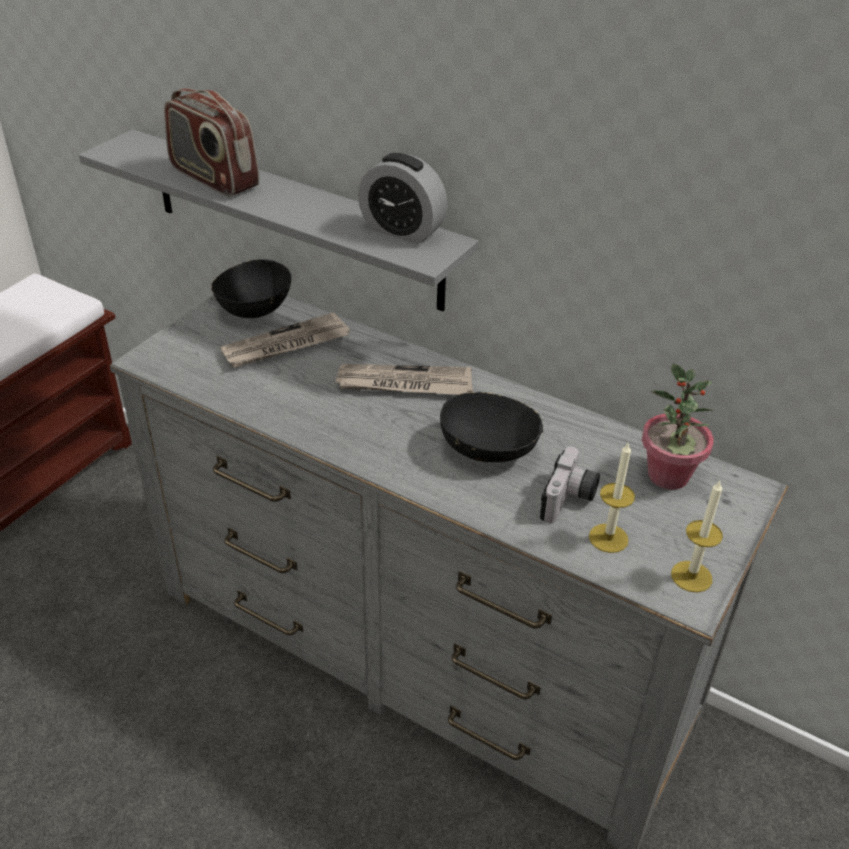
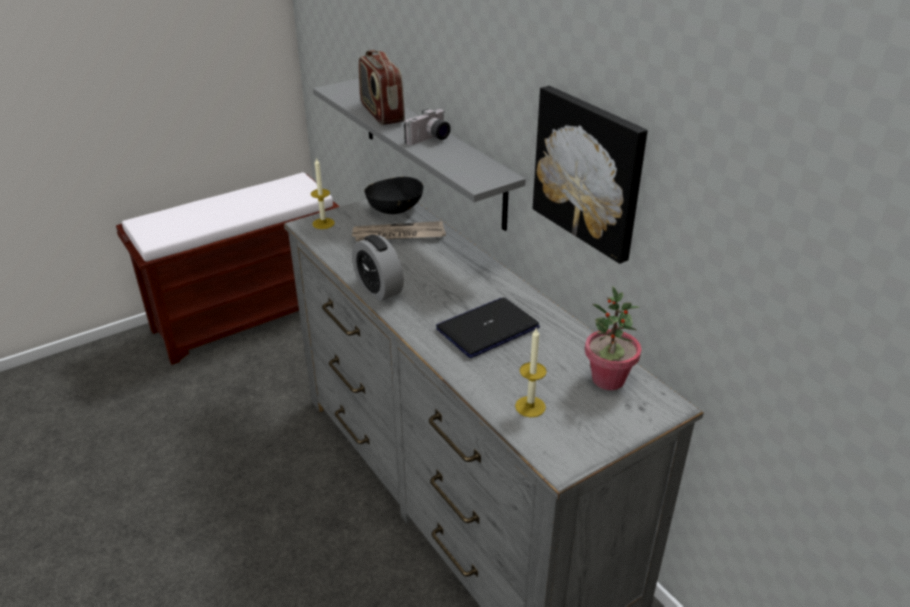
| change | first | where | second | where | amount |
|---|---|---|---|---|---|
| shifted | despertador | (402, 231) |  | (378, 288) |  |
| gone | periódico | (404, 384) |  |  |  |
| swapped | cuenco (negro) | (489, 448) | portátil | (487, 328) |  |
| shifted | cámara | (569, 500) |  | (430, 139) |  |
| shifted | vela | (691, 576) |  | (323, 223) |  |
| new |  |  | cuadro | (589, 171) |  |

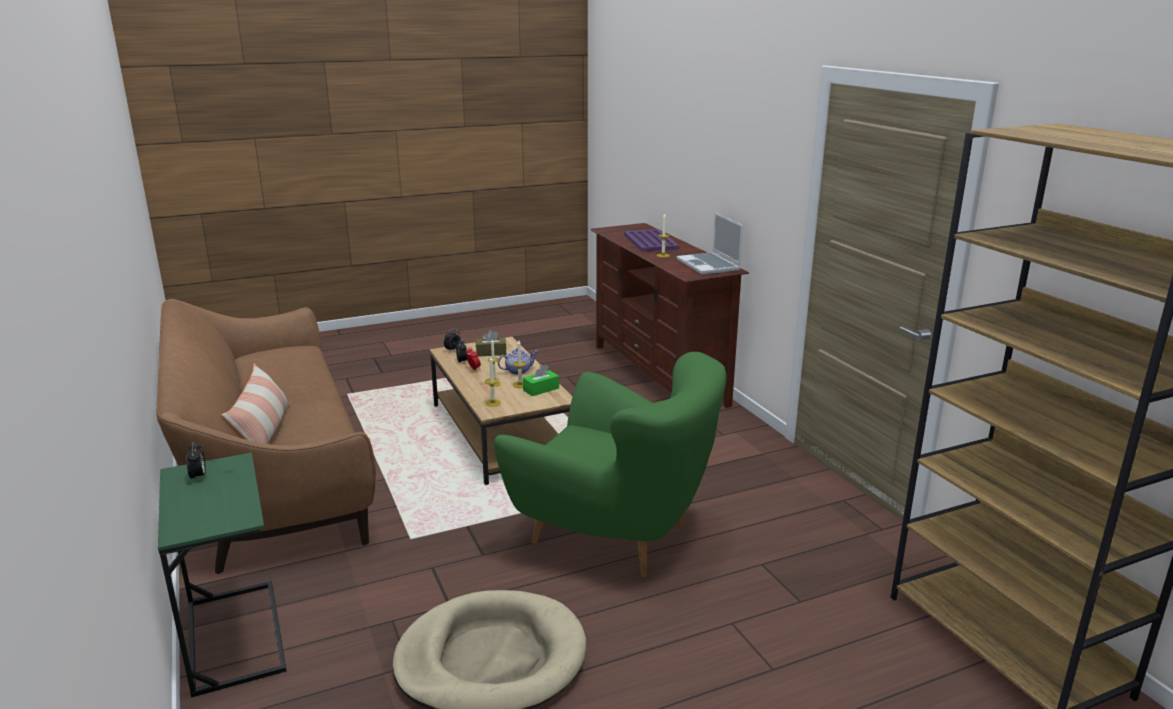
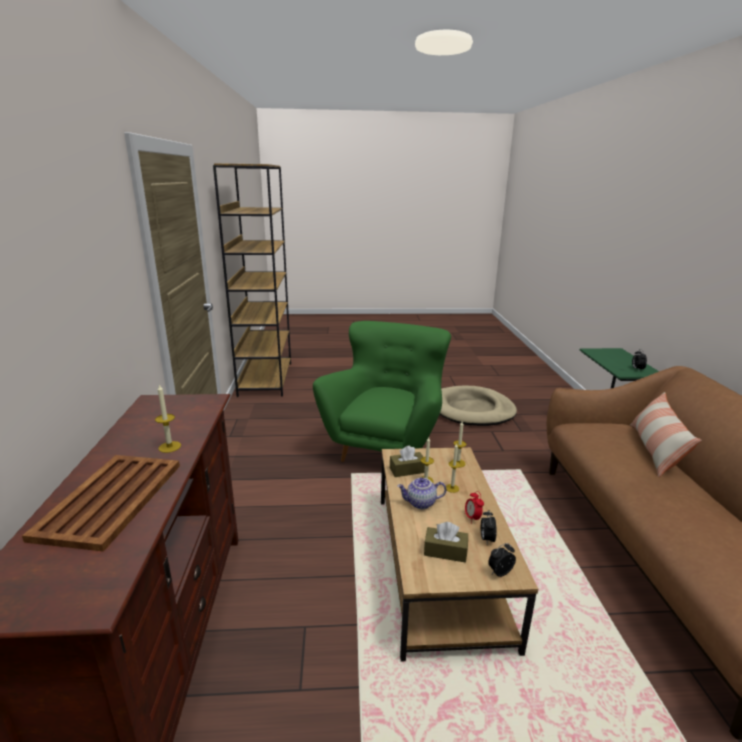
| change | first | where | second | where | amount |
|---|---|---|---|---|---|
| gone | portátil | (709, 265) |  |  |  |
| repainted | bandeja (morado) | (650, 241) | bandeja (marrón) | (109, 500) |  |
| rotated | sillón (verde) | (614, 534) |  | (386, 446) | 60 degrees clockwise |
| repainted | caja de pañuelos (verde) | (541, 389) | caja de pañuelos (marrón) | (407, 470) |  |

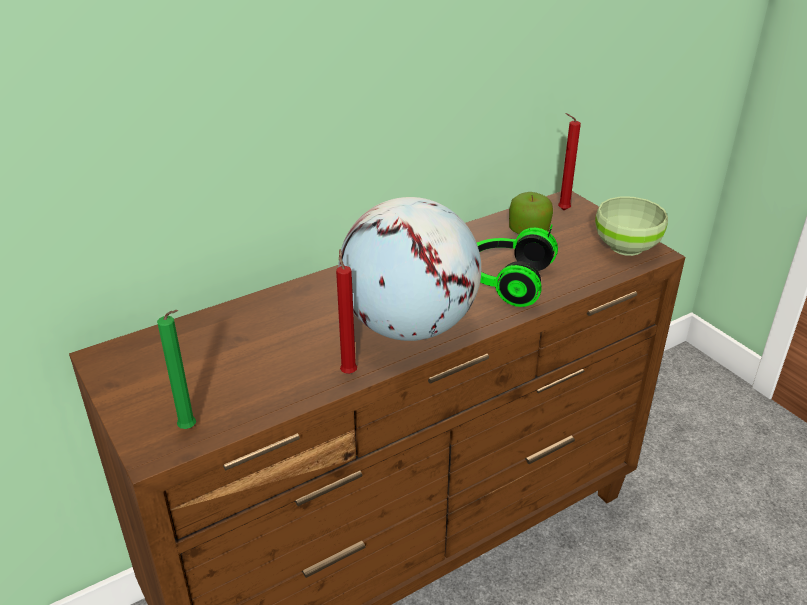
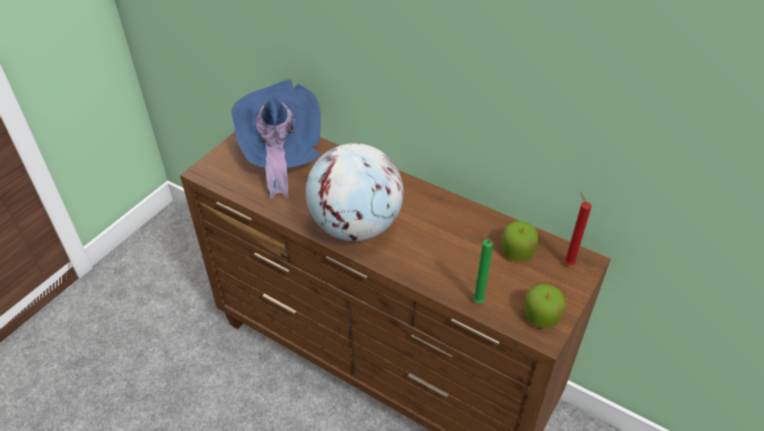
| change | first | where | second | where | amount |
|---|---|---|---|---|---|
| swapped | cuenco (verde) | (627, 246) | manzana | (541, 316) |  |
| gone | auriculares | (505, 281) |  |  |  |
| gone | vela (rojo) | (348, 371) |  |  |  |
| shifted | vela (verde) | (190, 429) |  | (478, 303) |  |
| new |  |  | sombrero (azul) | (280, 157) |  |

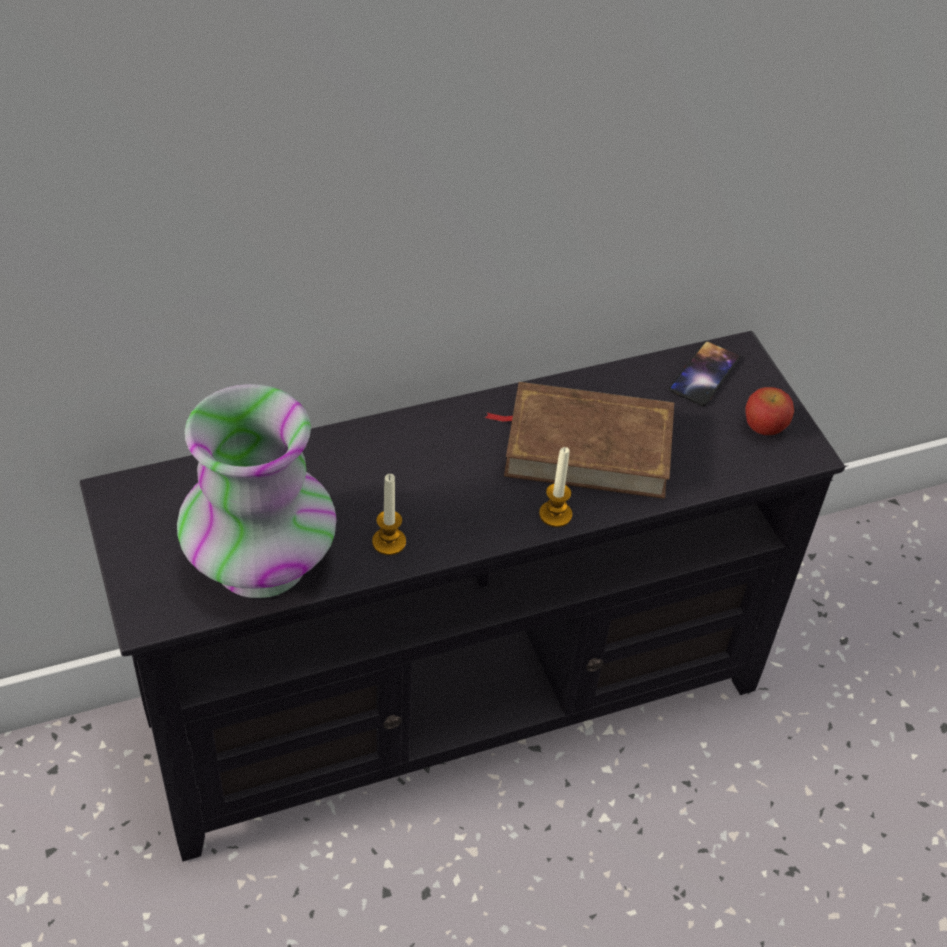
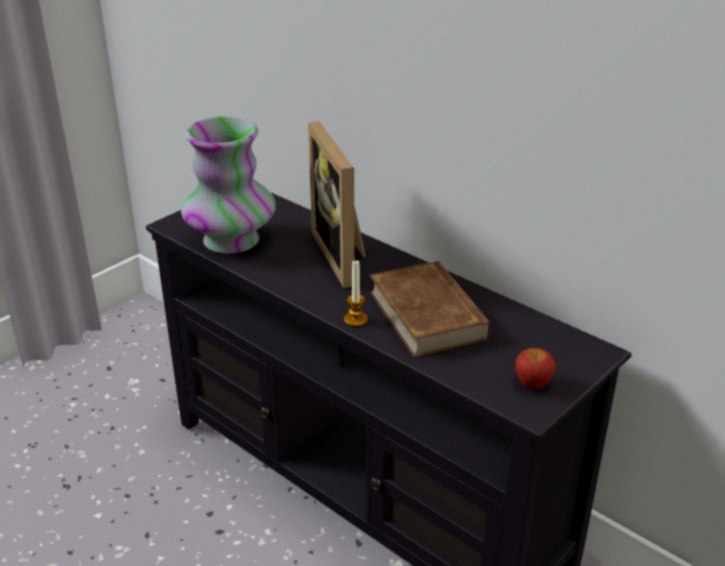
| change | first | where | second | where | amount |
|---|---|---|---|---|---|
| gone | móvil | (704, 374) |  |  |  |
| gone | vela | (389, 542) |  |  |  |
| new |  |  | portarretratos | (345, 256) |  |

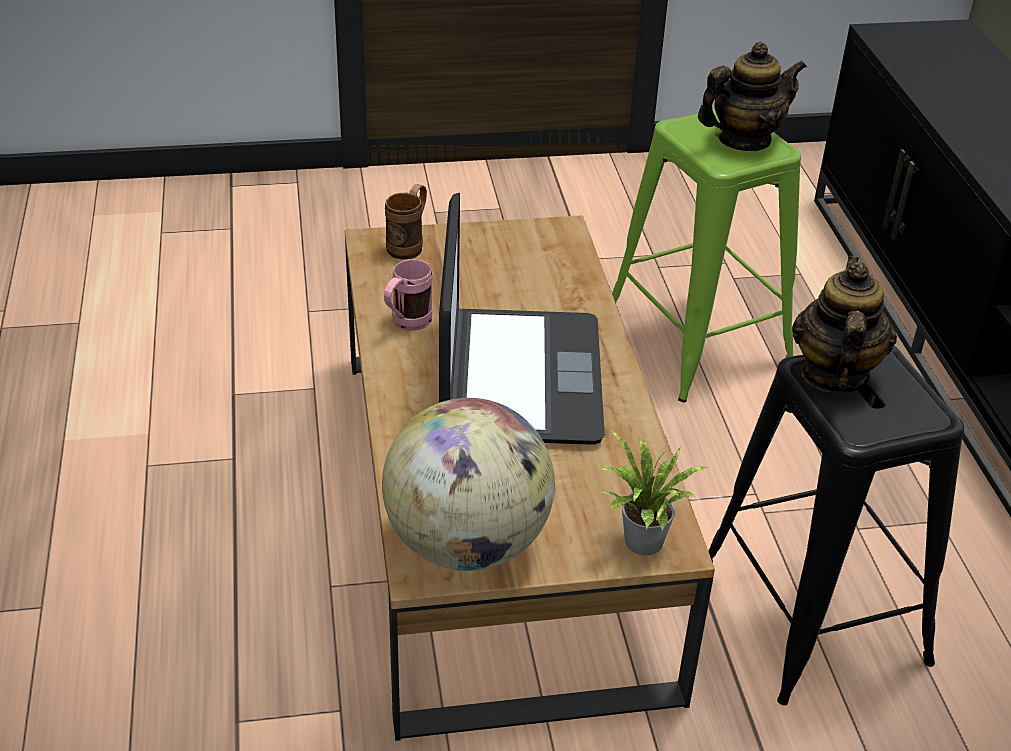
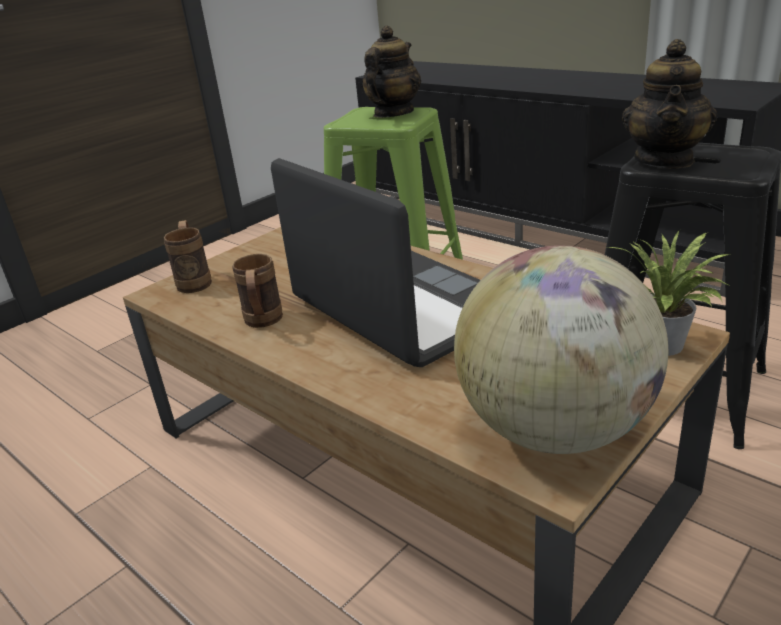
| change | first | where | second | where | amount |
|---|---|---|---|---|---|
| rotated | tetera | (833, 374) |  | (665, 160) | 135 degrees counterclockwise |
| repainted | taza grande (rosa) | (406, 324) | taza grande (marrón) | (262, 323) |  |

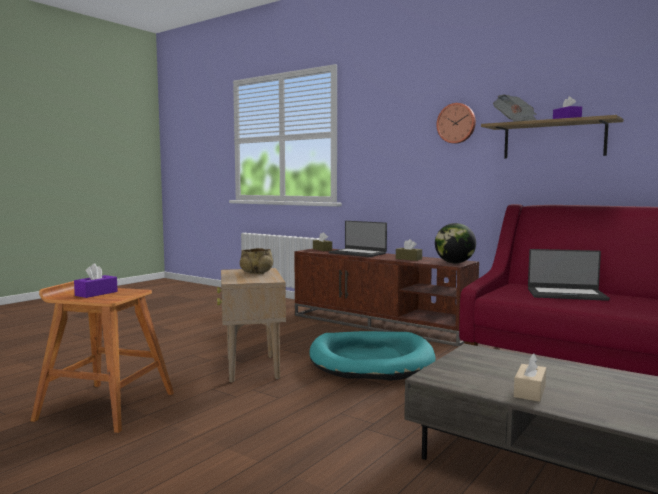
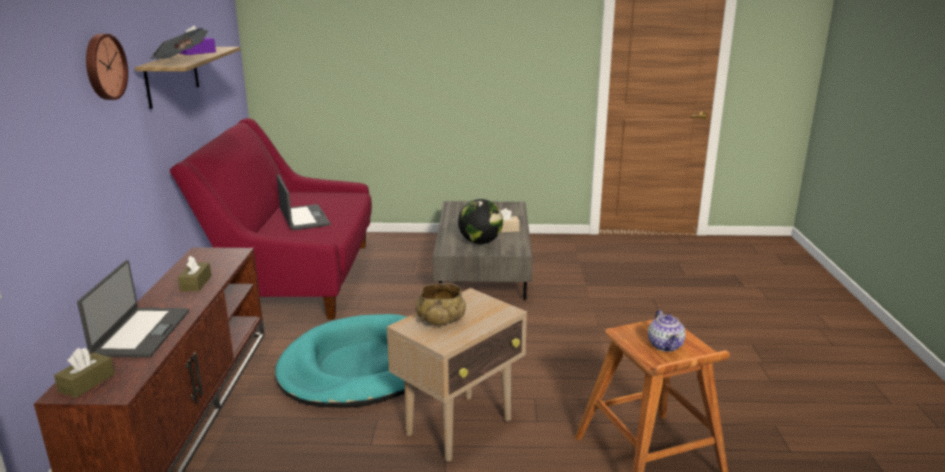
| change | first | where | second | where | amount |
|---|---|---|---|---|---|
| shifted | globo terráqueo | (454, 263) |  | (480, 242) |  |
| swapped | caja de pañuelos (morado) | (96, 293) | tetera | (665, 345) |  |

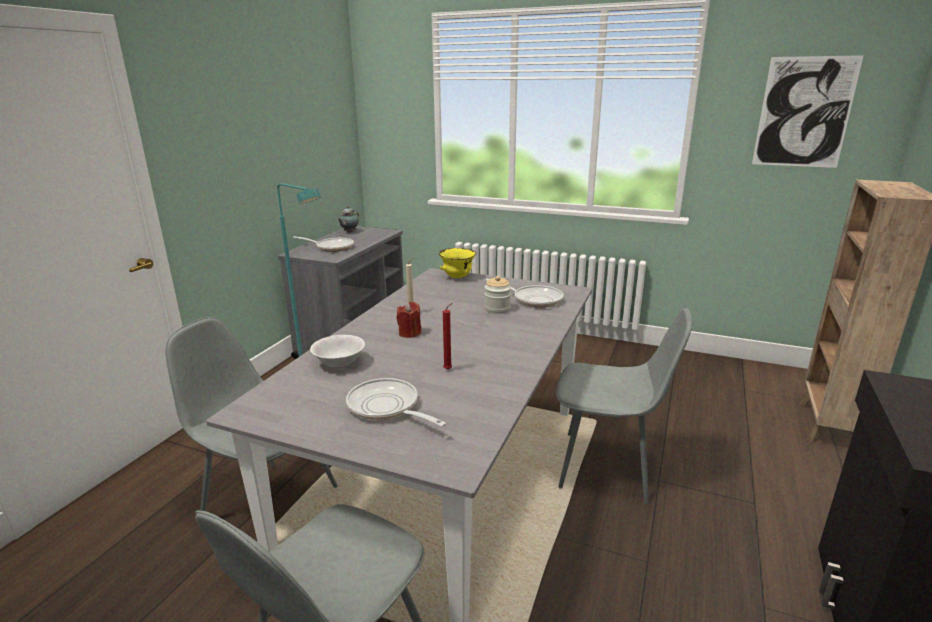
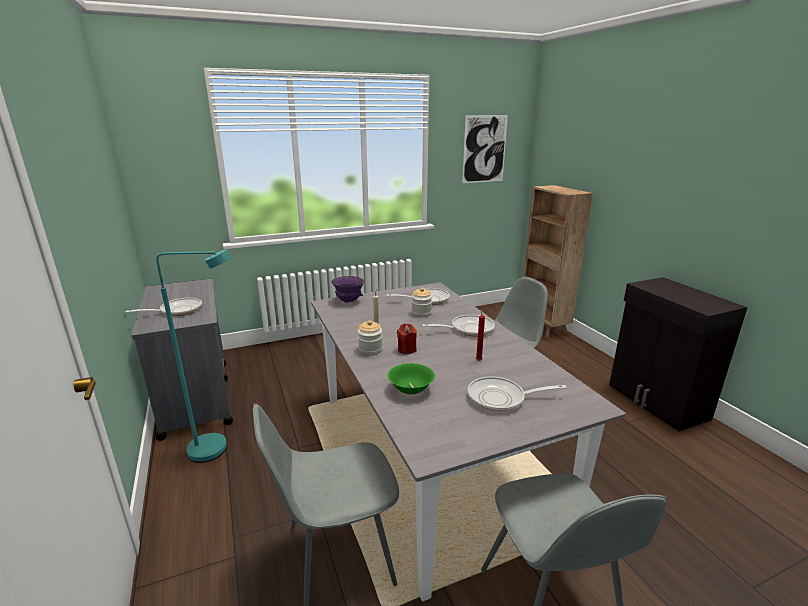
| change | first | where | second | where | amount |
|---|---|---|---|---|---|
| gone | tetera | (349, 232) |  |  |  |
| repainted | cuenco (amarillo) | (457, 277) | cuenco (morado) | (348, 301) |  |
| repainted | cuenco (blanco) | (339, 363) | cuenco (verde) | (411, 390) |  |
| new |  |  | sartén | (468, 329) |  |
| new |  |  | tarro | (370, 350) |  |

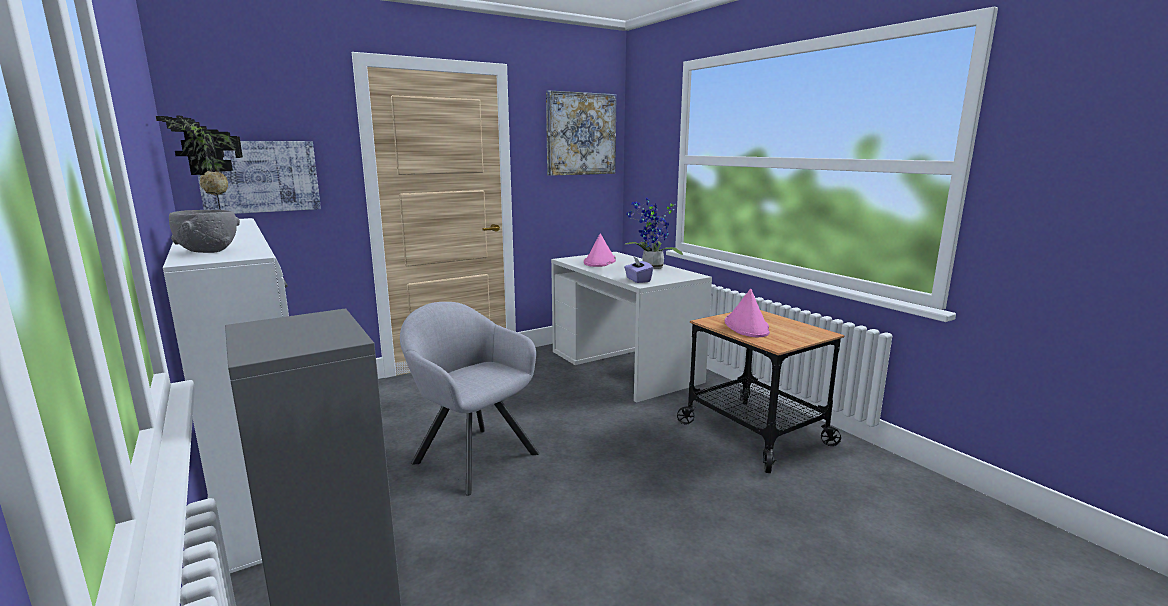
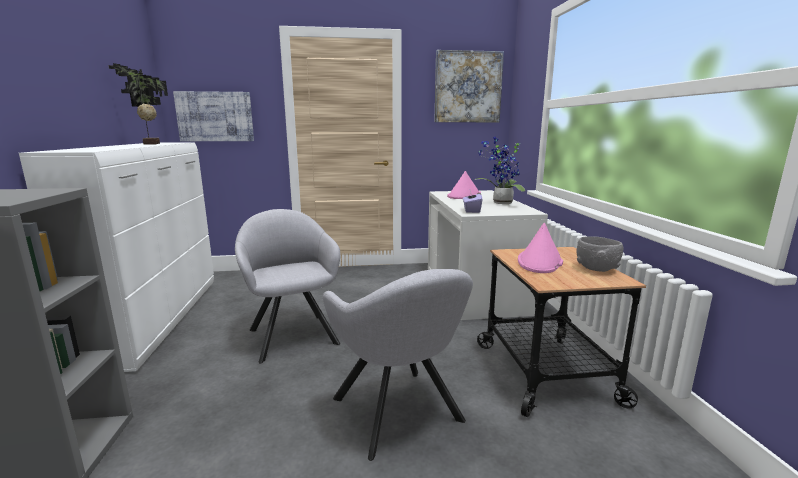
| change | first | where | second | where | amount |
|---|---|---|---|---|---|
| shifted | cuenco (gris) | (208, 251) |  | (596, 269) |  |
| new |  |  | sillón (gris) | (400, 414) |  |

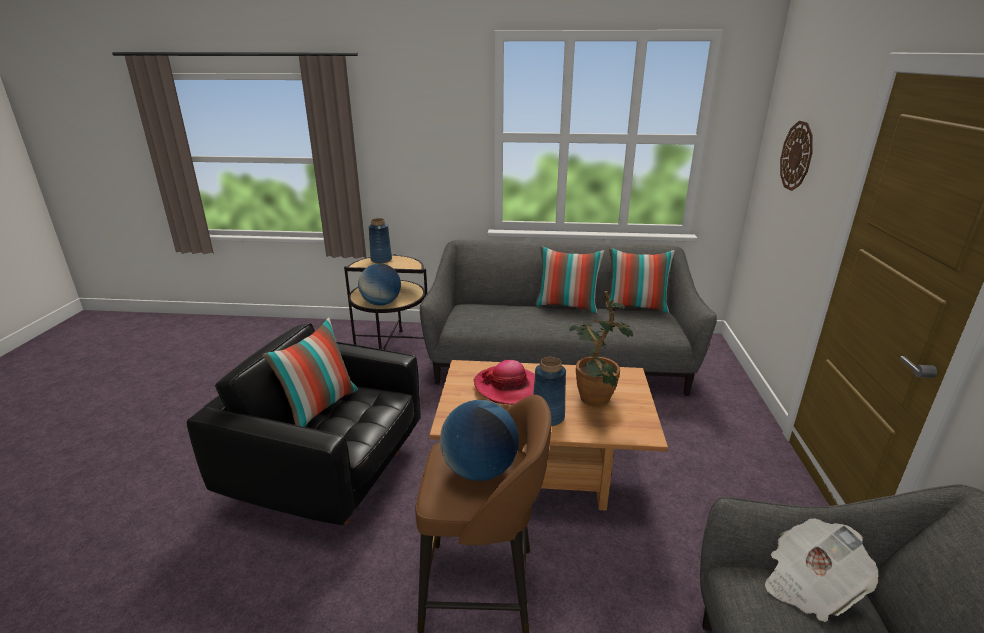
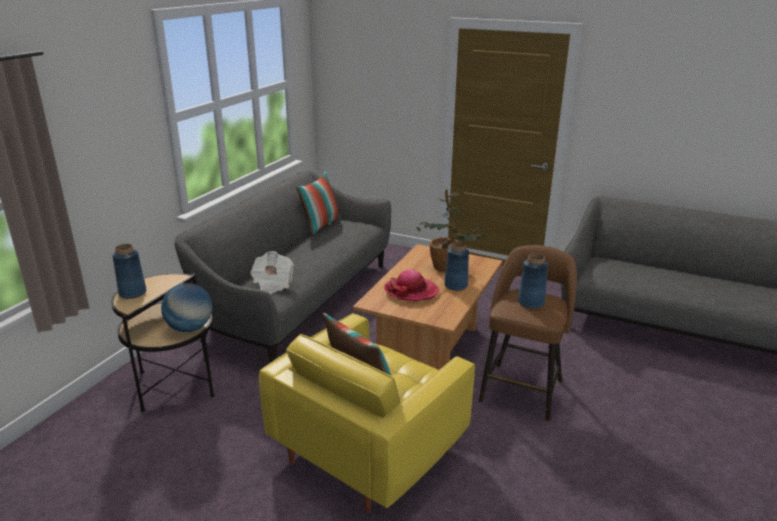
| change | first | where | second | where | amount |
|---|---|---|---|---|---|
| gone | reloj de pared | (797, 156) |  |  |  |
| gone | cojín | (567, 306) |  |  |  |
| repainted | sillón (negro) | (329, 473) | sillón (amarillo) | (370, 448) |  |
| swapped | globo terráqueo | (479, 470) | florero (azul) | (531, 302) |  |
| shifted | periódico | (810, 584) |  | (272, 284) |  |

